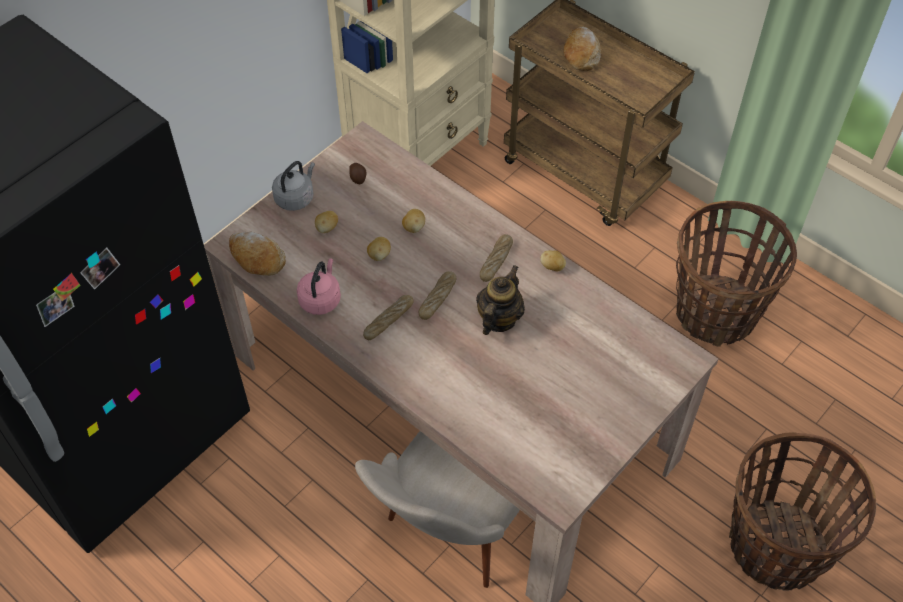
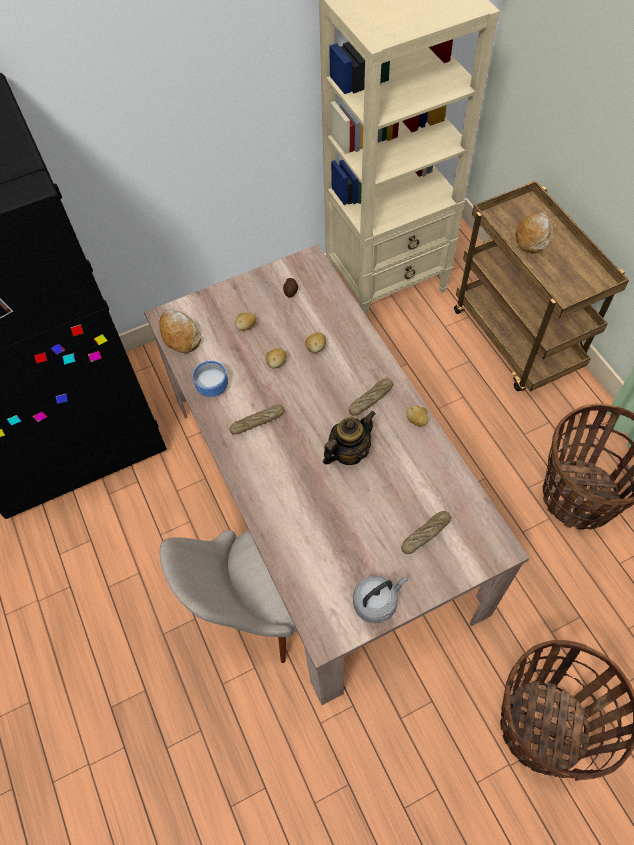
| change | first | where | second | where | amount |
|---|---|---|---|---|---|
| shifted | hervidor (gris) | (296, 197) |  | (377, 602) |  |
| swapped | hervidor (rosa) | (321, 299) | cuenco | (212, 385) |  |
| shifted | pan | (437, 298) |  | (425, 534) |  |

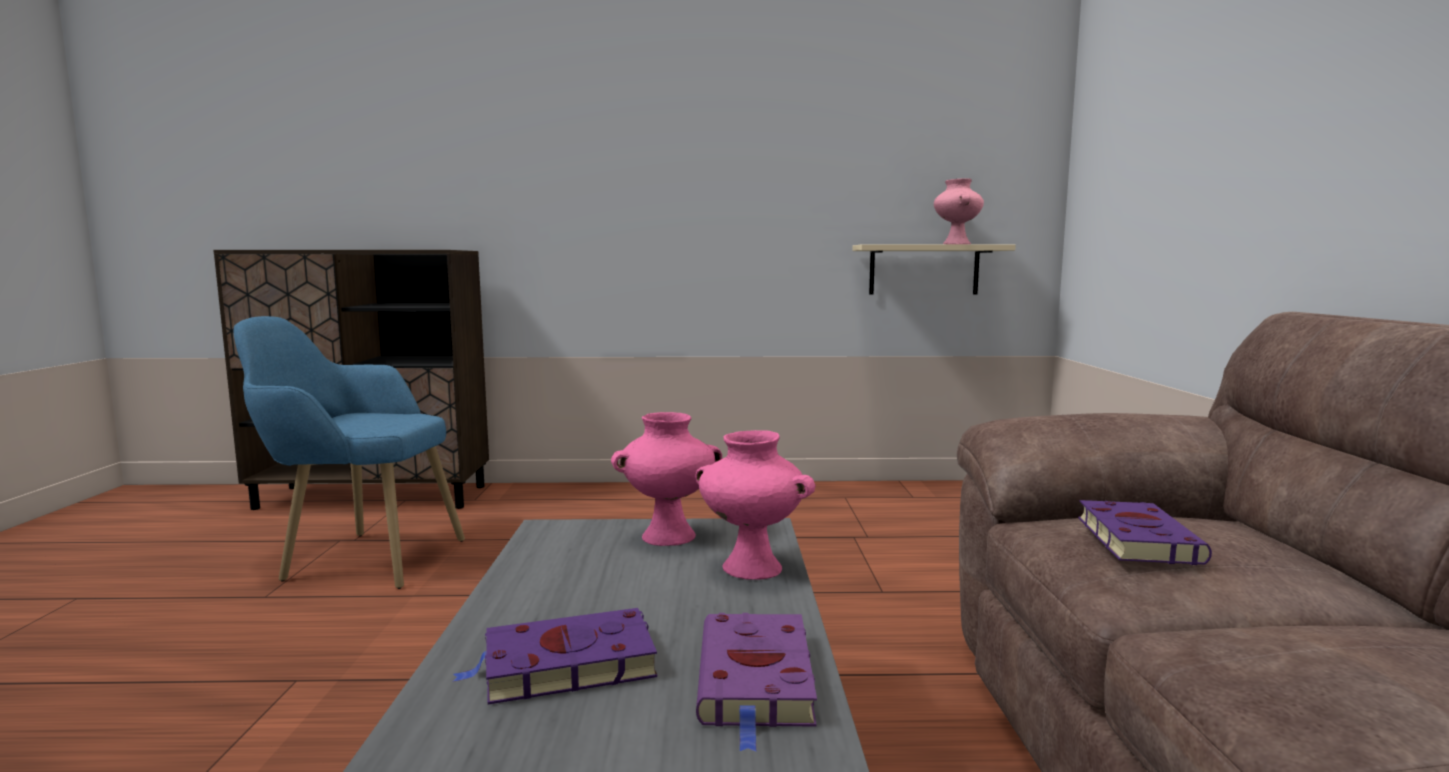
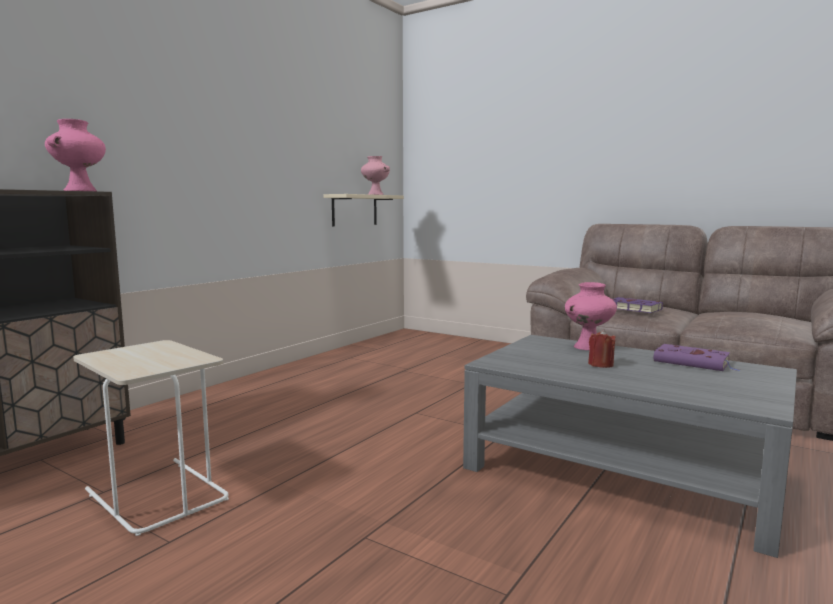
| change | first | where | second | where | amount |
|---|---|---|---|---|---|
| swapped | sillón (azul) | (357, 558) | mesa auxiliar (beis) | (155, 495) |  |
| shifted | florero (rosa) | (669, 536) |  | (80, 191) |  |
| gone | libro (morado) | (564, 666) |  |  |  |
| new |  |  | vela (rojo) | (600, 364) |  |

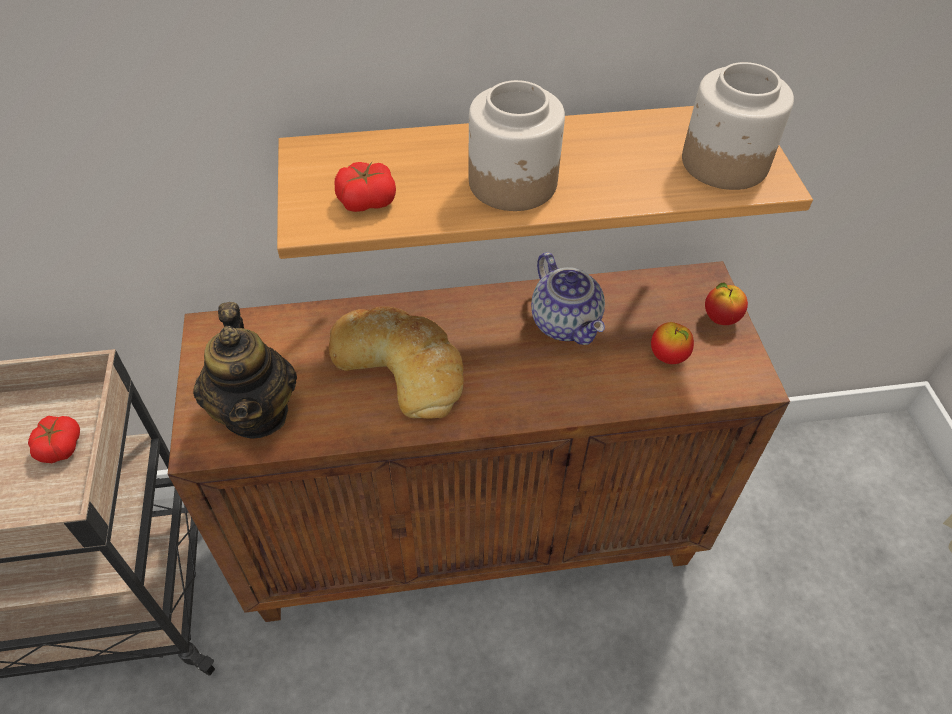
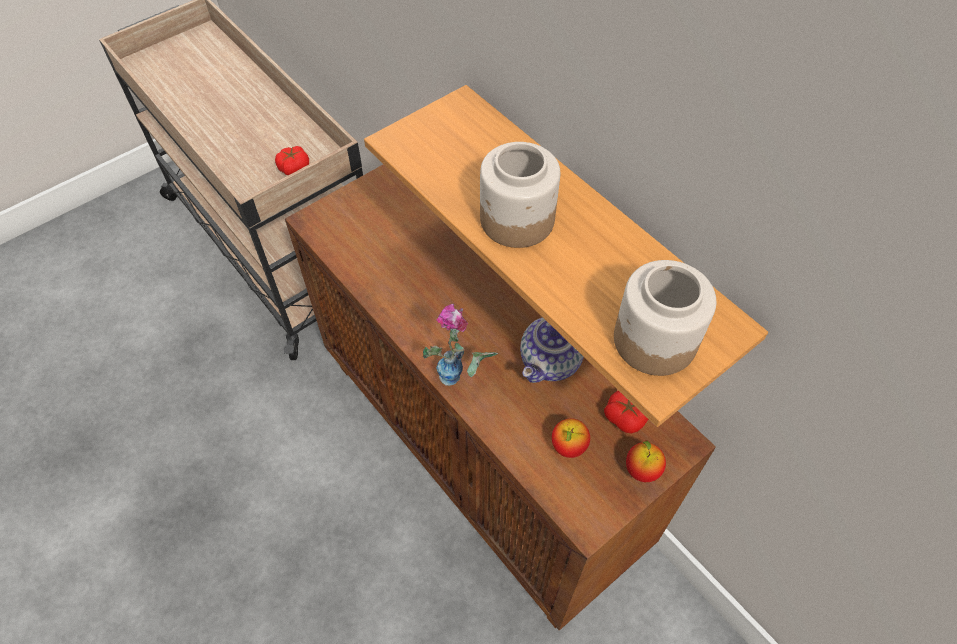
| change | first | where | second | where | amount |
|---|---|---|---|---|---|
| shifted | tomate | (366, 200) |  | (625, 416) |  |
| gone | tetera | (257, 412) |  |  |  |
| gone | pan | (401, 364) |  |  |  |
| new |  |  | florero | (461, 384) |  |

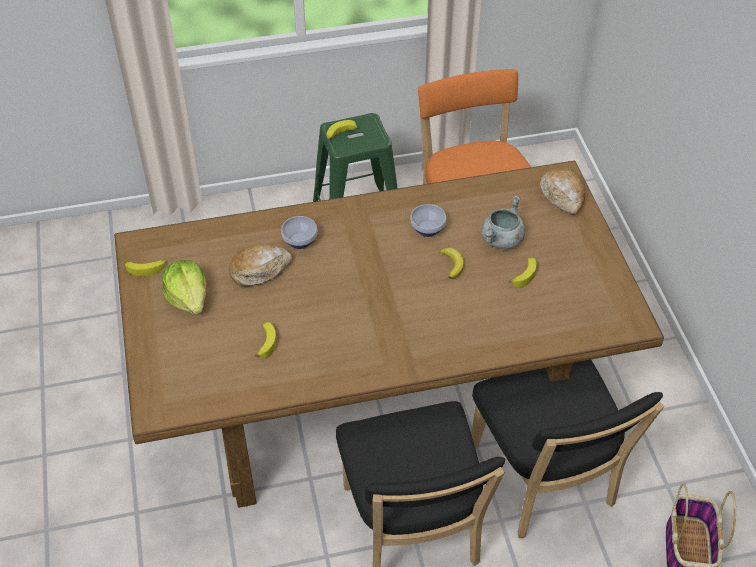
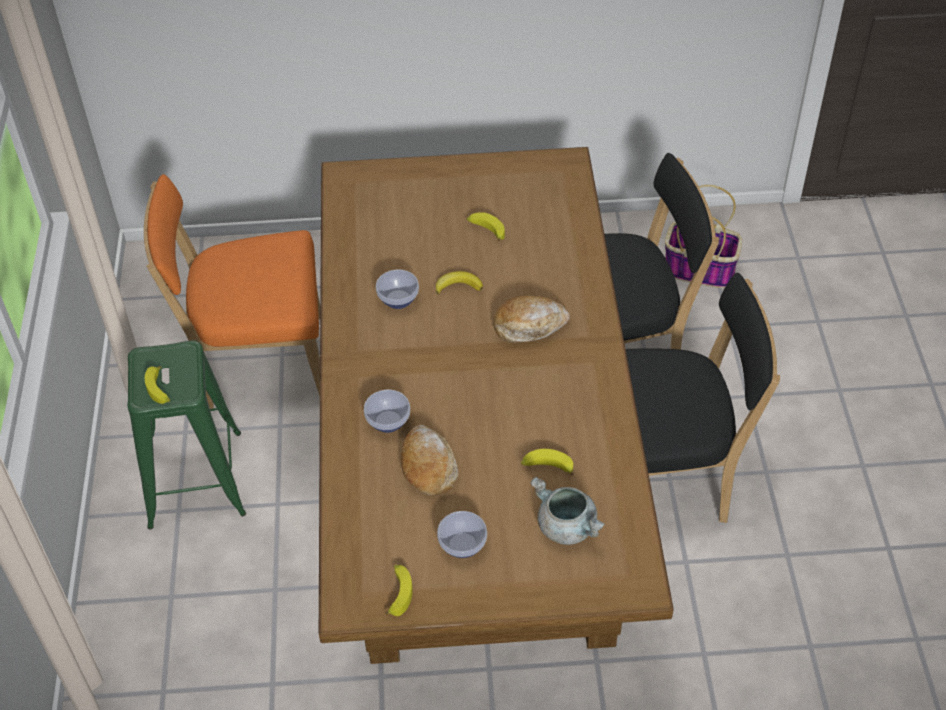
| change | first | where | second | where | amount |
|---|---|---|---|---|---|
| shifted | pan | (563, 196) |  | (529, 325) |  |
| shifted | olla (gris) | (501, 240) |  | (567, 527) |  |
| swapped | lechuga | (188, 298) | cuenco | (461, 545) |  |

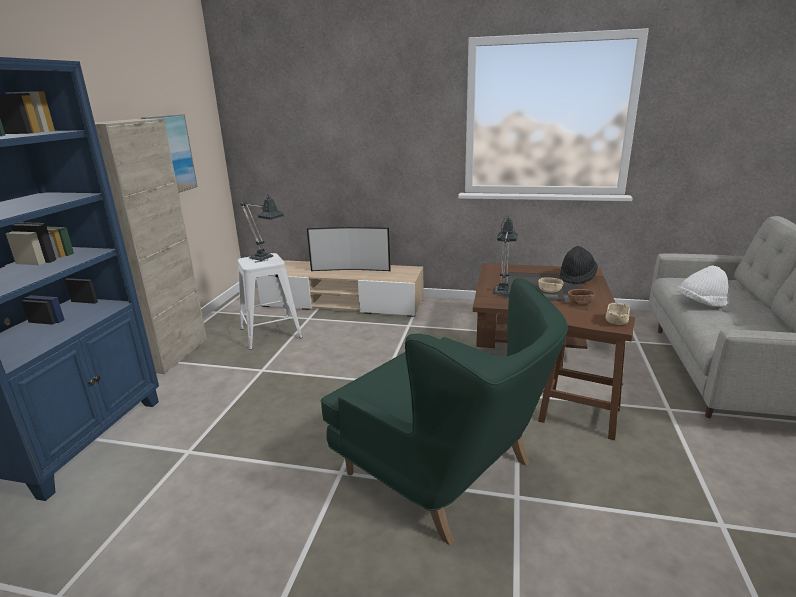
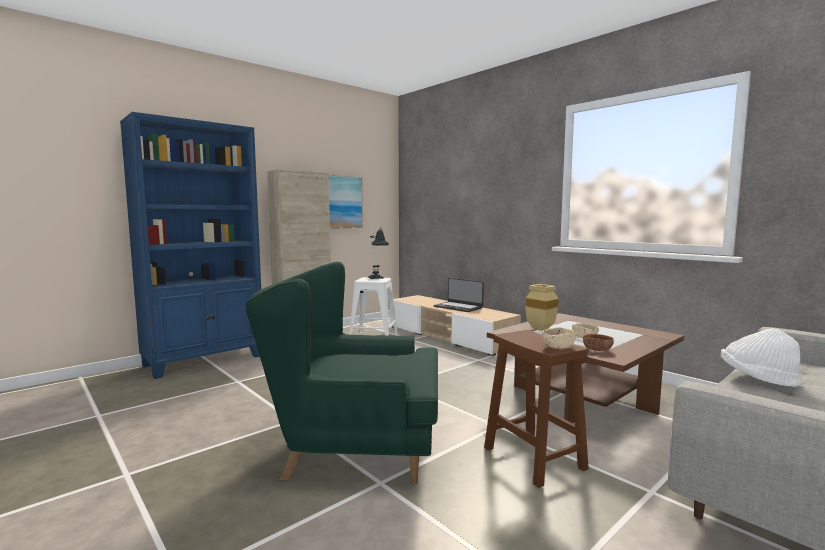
| change | first | where | second | where | amount |
|---|---|---|---|---|---|
| swapped | lámpara de mesa | (503, 290) | florero (beis) | (539, 329) |  |
| swapped | televisor | (351, 269) | portátil | (458, 307) |  |
| gone | sombrero (negro) | (577, 277) |  |  |  |
| rotated | sillón (verde) | (442, 470) |  | (354, 445) | 105 degrees clockwise |

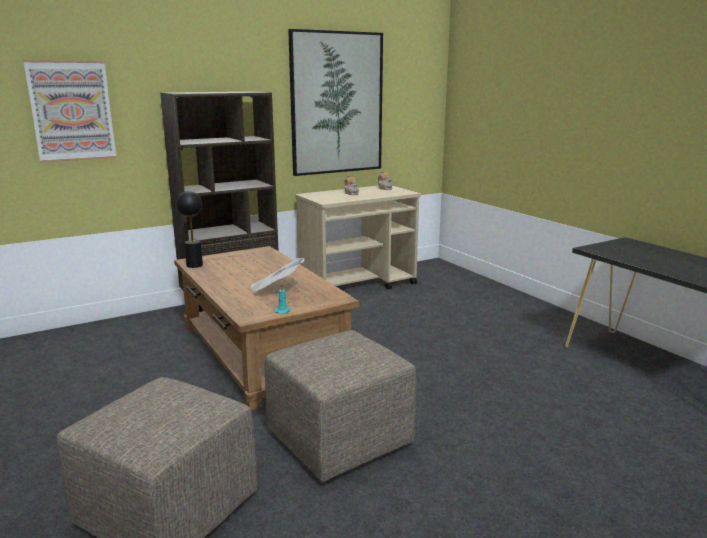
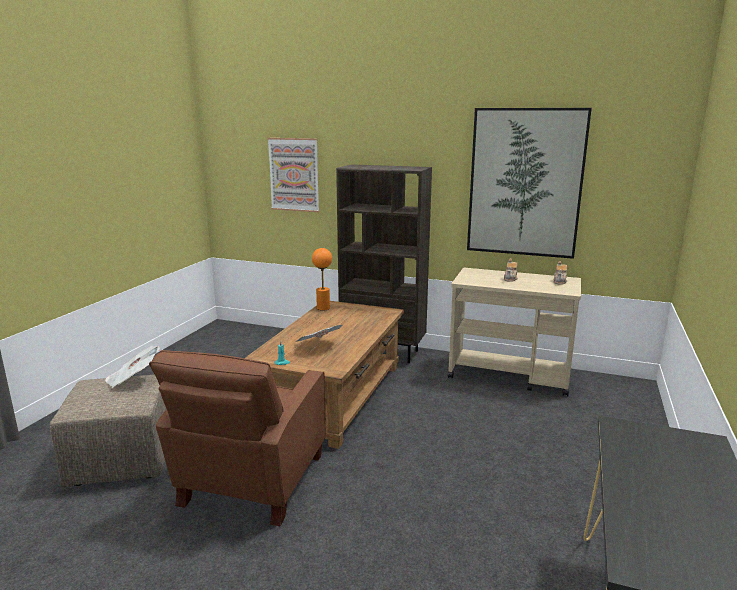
| change | first | where | second | where | amount |
|---|---|---|---|---|---|
| repainted | lámpara de mesa (negro) | (194, 265) | lámpara de mesa (naranja) | (323, 308) |  |
| swapped | puf (beis) | (338, 441) | sillón (marrón) | (250, 482) |  |
| new |  |  | periódico | (133, 379) |  |

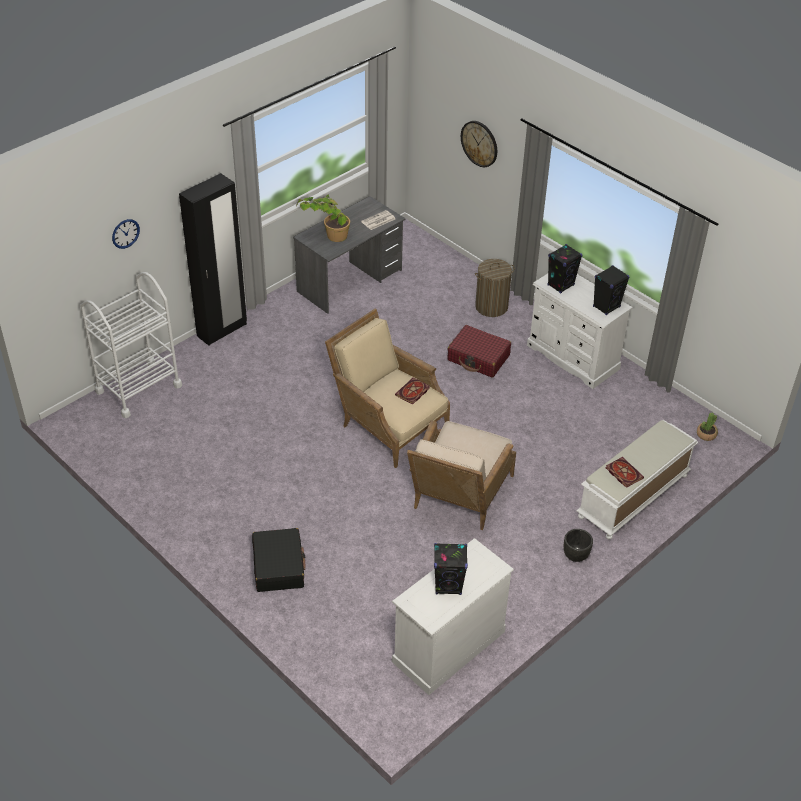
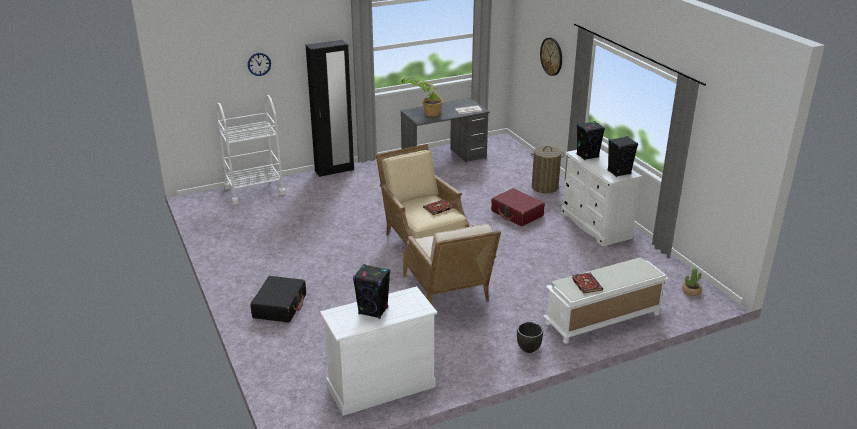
| change | first | where | second | where | amount |
|---|---|---|---|---|---|
| rotated | sillón (beis) | (458, 498) |  | (450, 292) | 60 degrees counterclockwise |

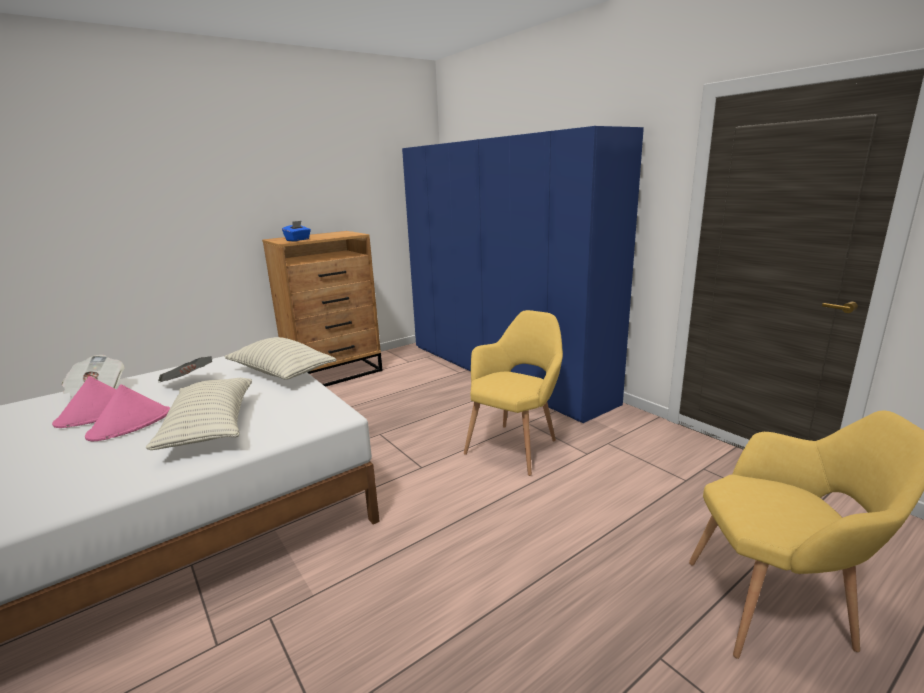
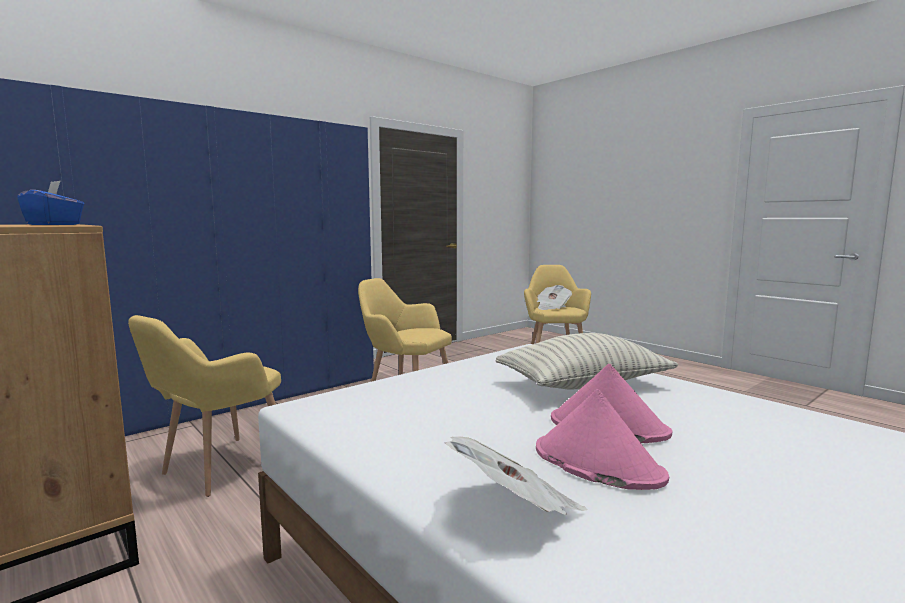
| change | first | where | second | where | amount |
|---|---|---|---|---|---|
| gone | cojín | (281, 372) |  |  |  |
| shifted | periódico | (188, 383) |  | (552, 307) |  |
| new |  |  | sillón (amarillo) | (218, 469) |  |

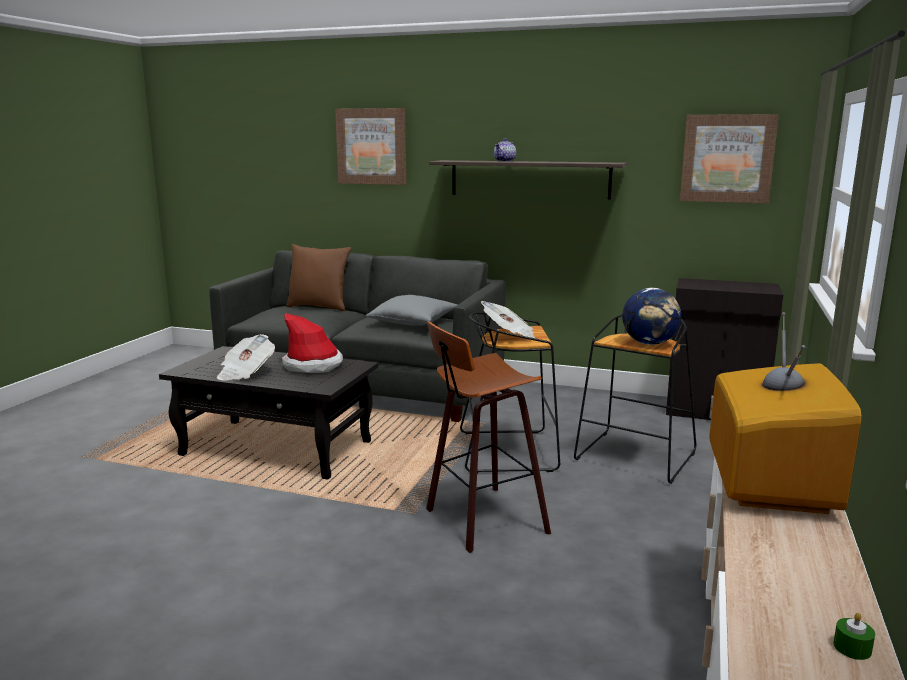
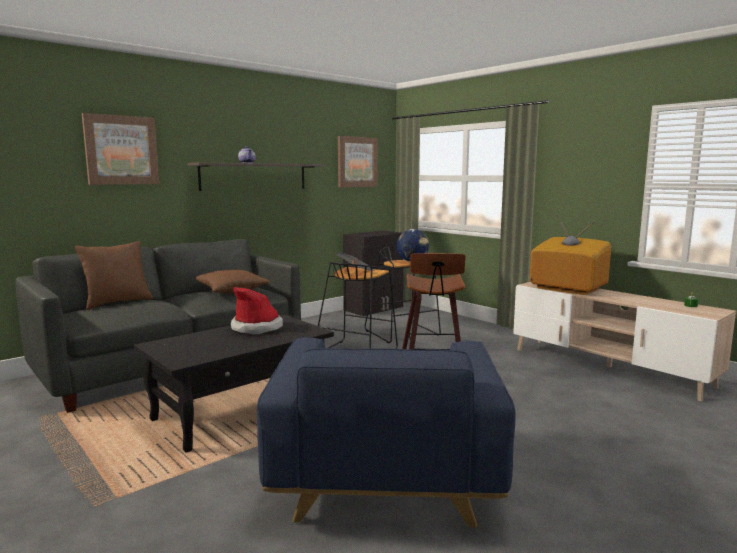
| change | first | where | second | where | amount |
|---|---|---|---|---|---|
| repainted | cojín (gris) | (413, 322) | cojín (marrón) | (232, 291) |  |
| gone | periódico | (245, 373) |  |  |  |
| new |  |  | sillón (azul) | (385, 474) |  |

